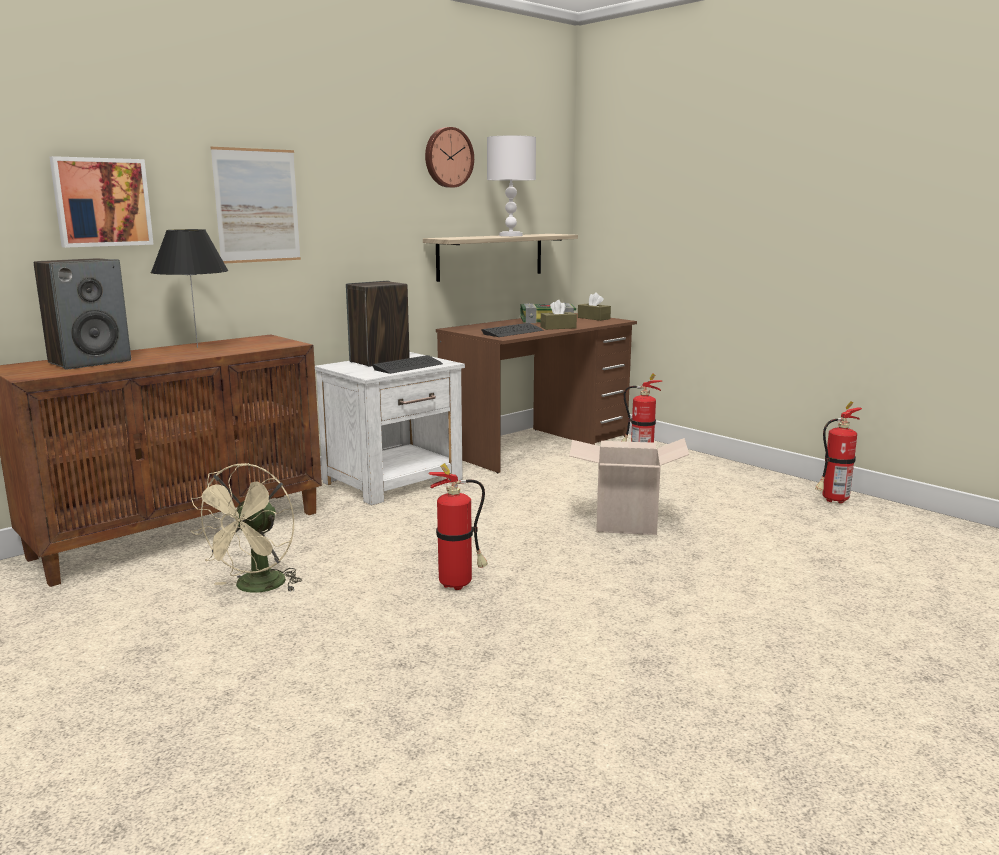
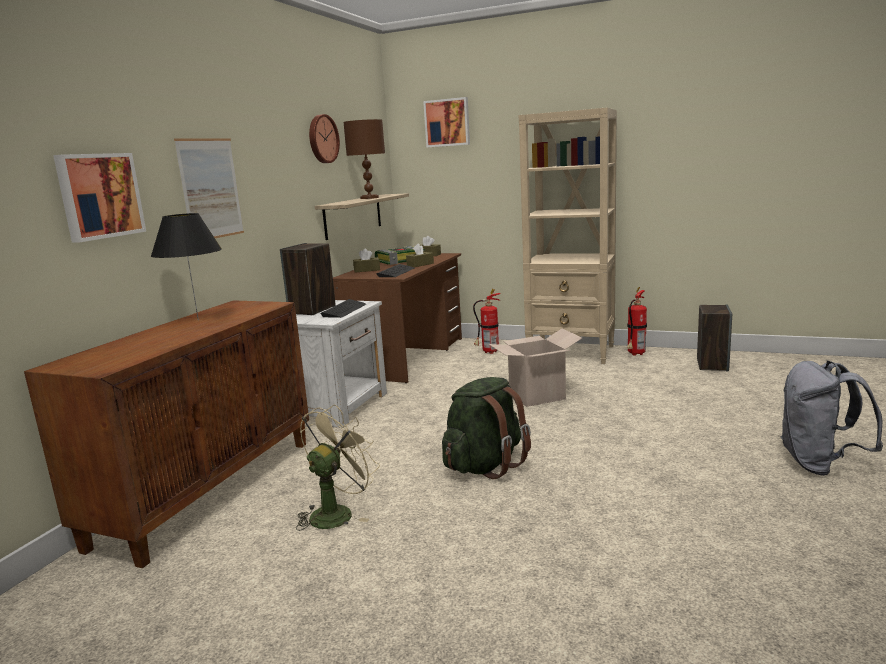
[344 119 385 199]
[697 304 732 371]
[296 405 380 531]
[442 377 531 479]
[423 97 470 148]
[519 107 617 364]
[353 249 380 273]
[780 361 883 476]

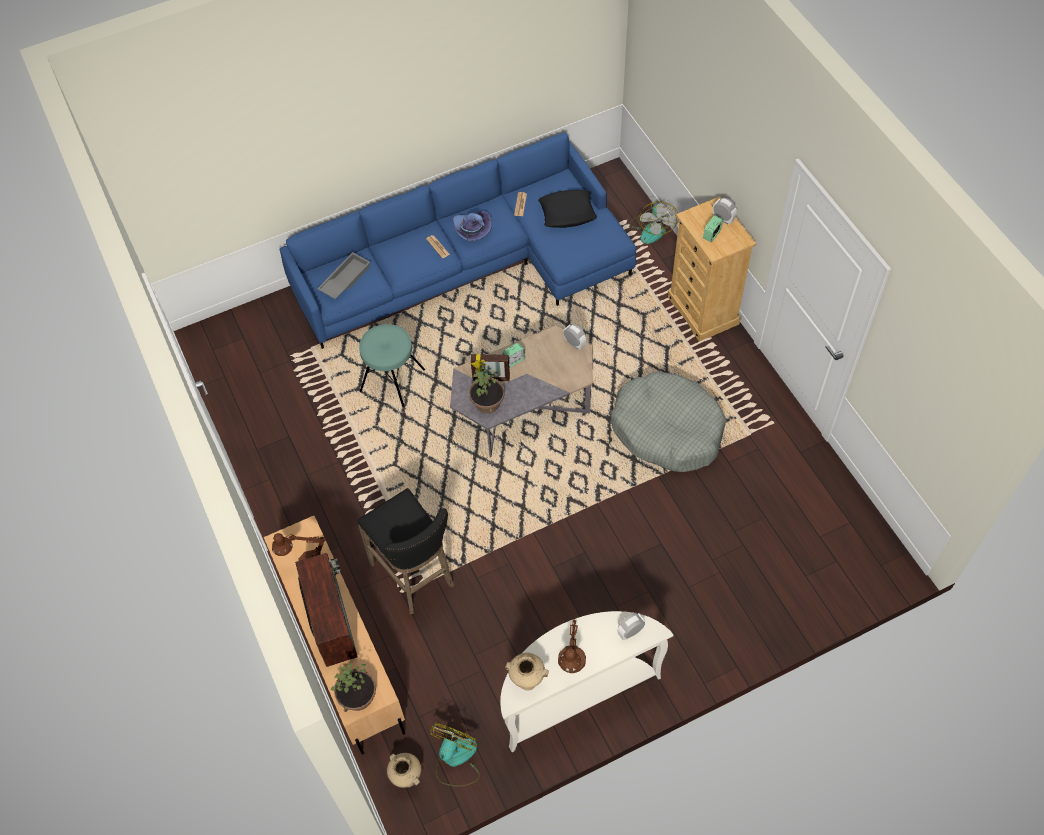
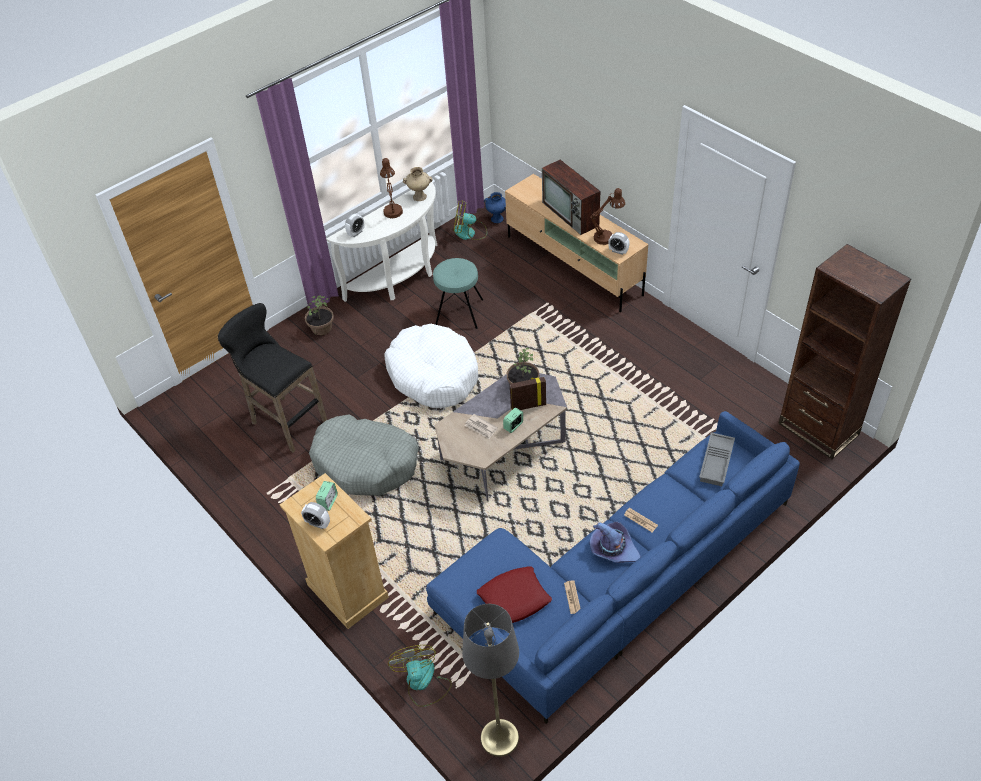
[477 566 552 623]
[433 258 483 329]
[608 232 630 255]
[218 303 327 452]
[305 296 334 335]
[453 201 487 240]
[484 192 506 223]
[778 244 911 459]
[384 324 478 408]
[465 414 498 439]
[462 604 519 757]

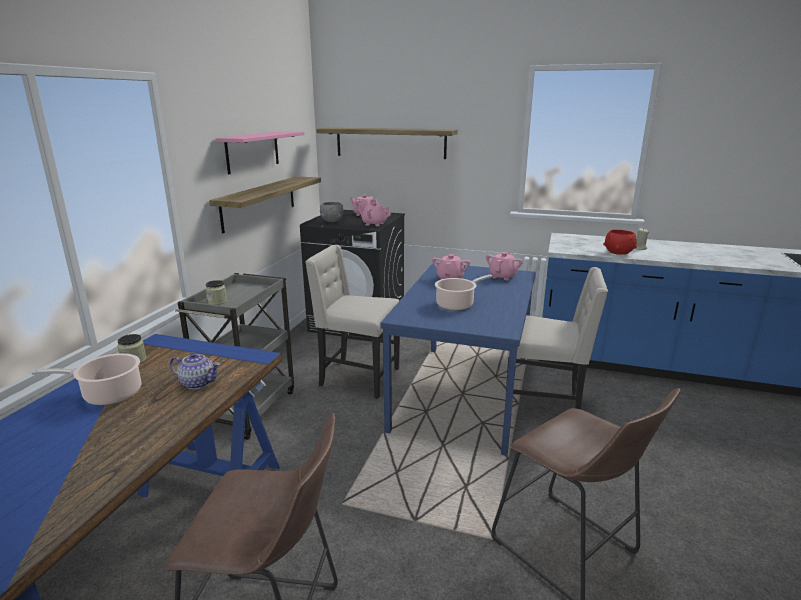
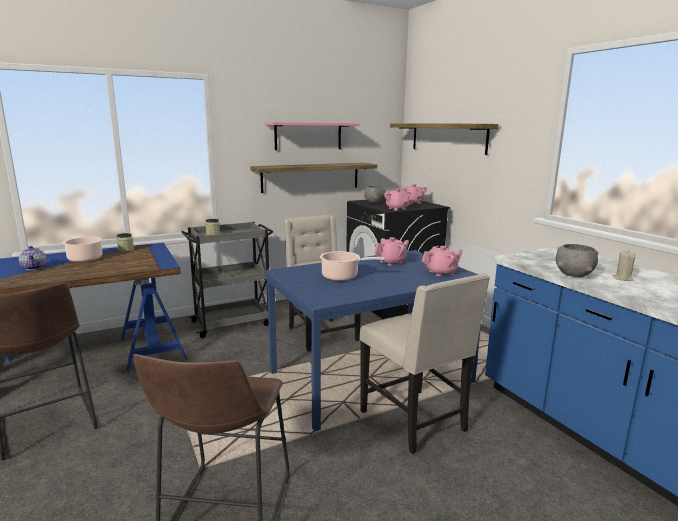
[556 244 598 277]
[19 246 47 270]

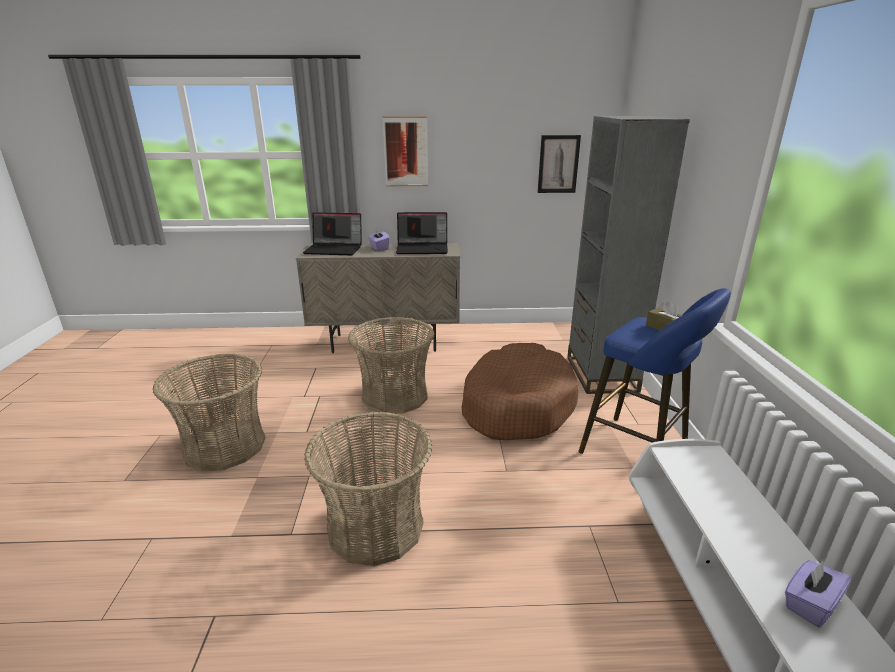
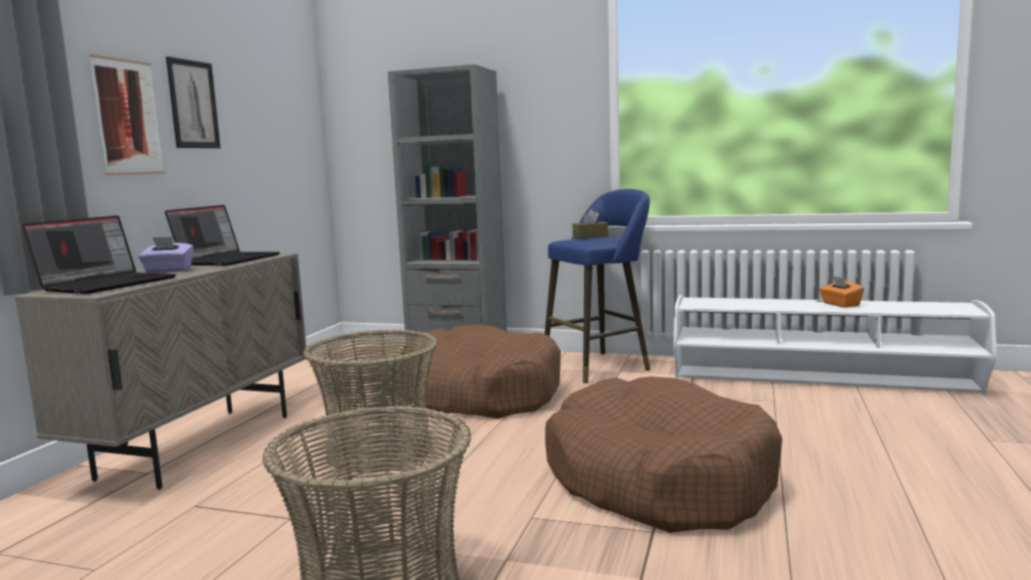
[166 57 221 148]
[545 376 782 533]
[820 276 864 308]

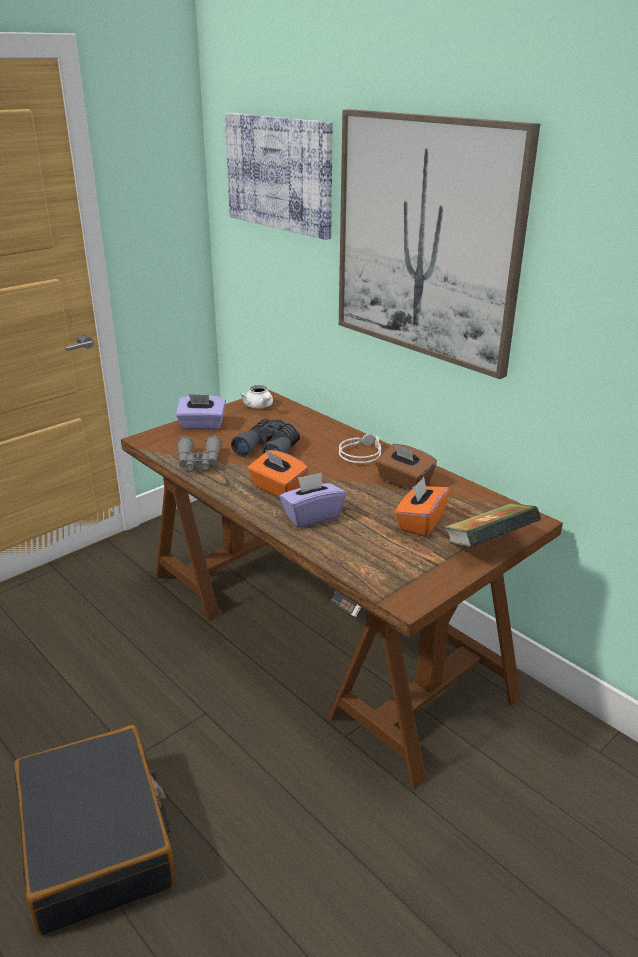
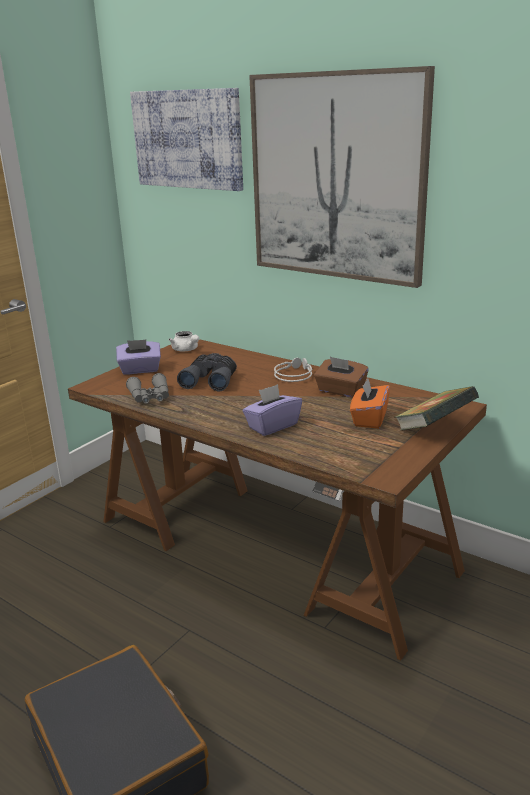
[248 450 309 498] (first image)

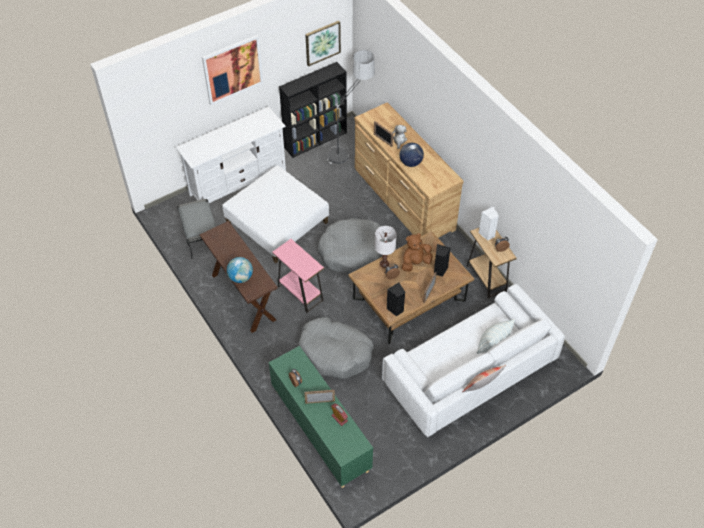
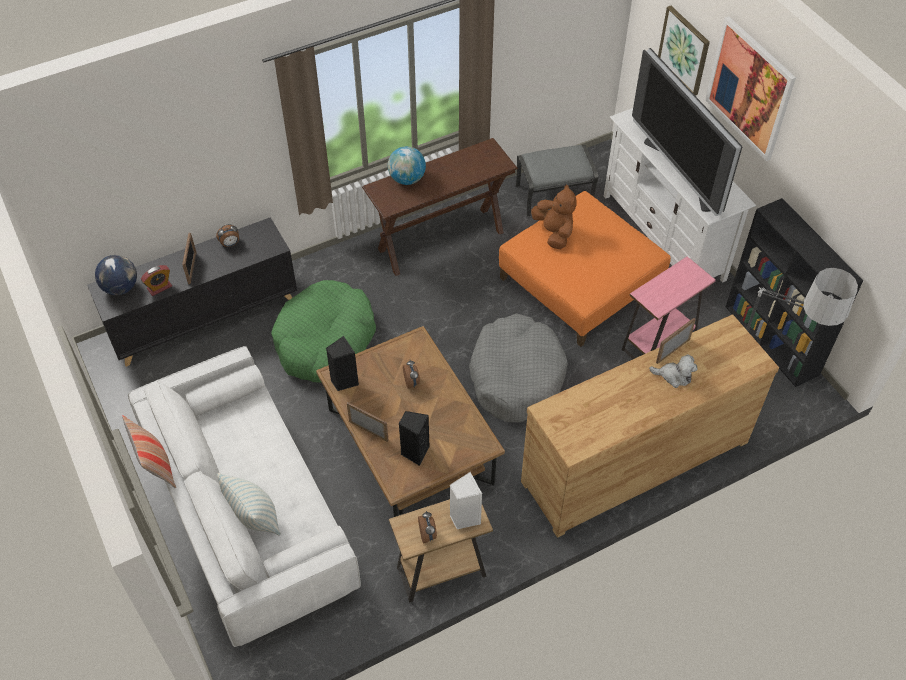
[658 6 710 96]
[95 255 137 295]
[499 191 671 347]
[375 226 397 268] (first image)
[531 184 576 249]
[622 256 716 359]
[271 280 376 383]
[87 217 297 367]
[632 48 743 216]

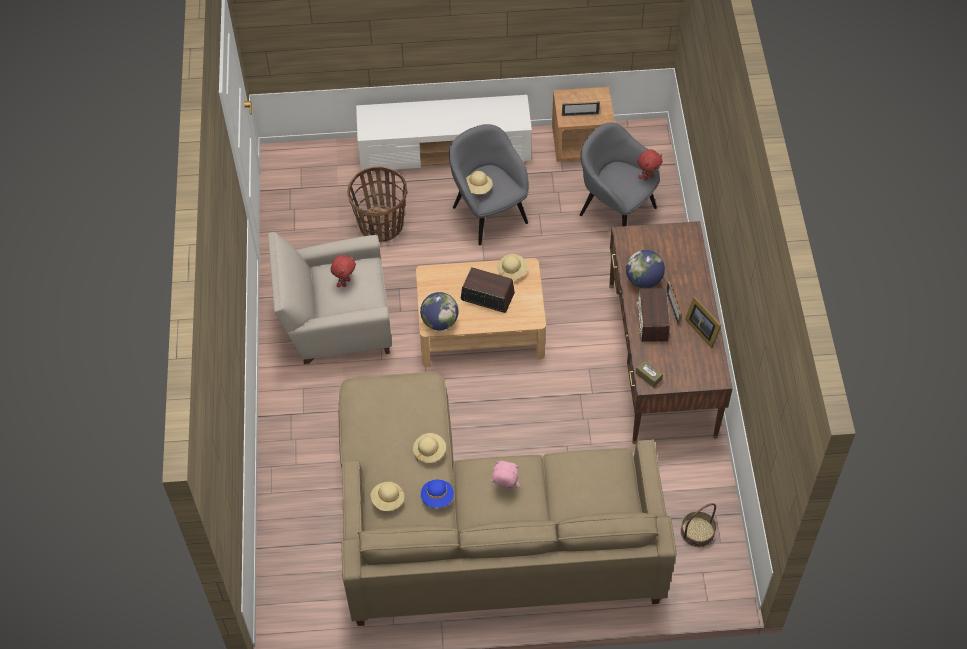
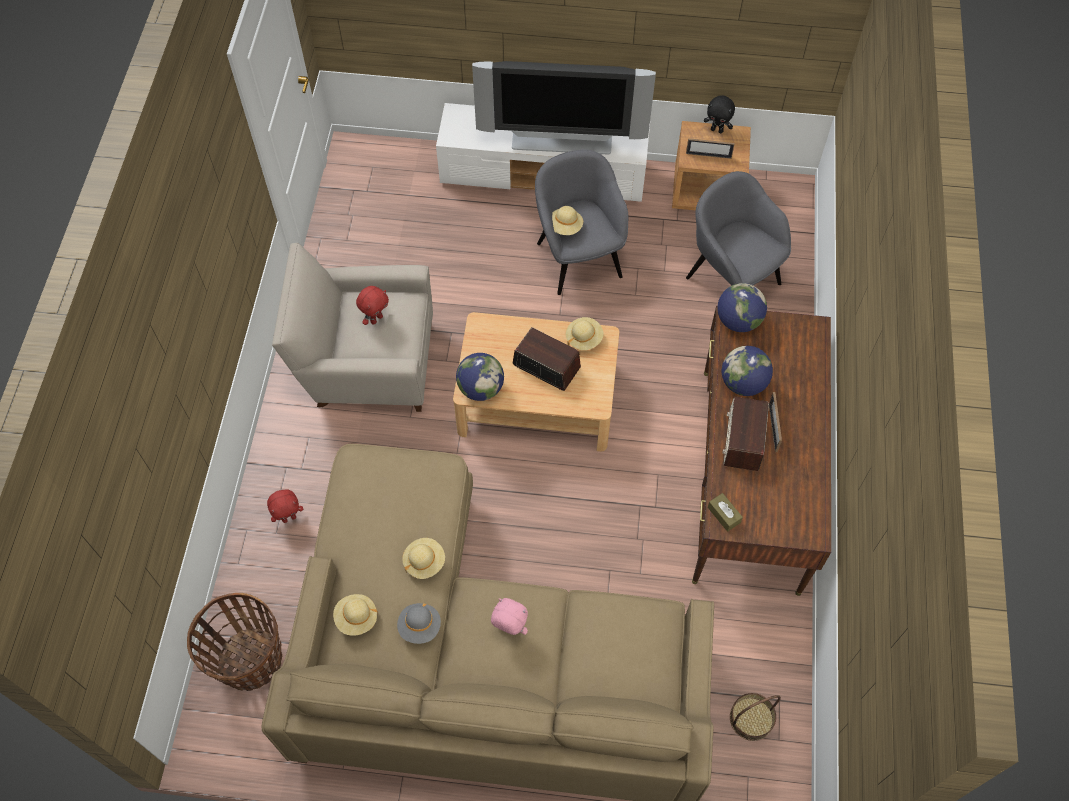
[267 489 303 523]
[187 593 282 691]
[685 296 722 348] (first image)
[397 603 441 644]
[472 61 656 154]
[704 96 735 133]
[717 283 767 332]

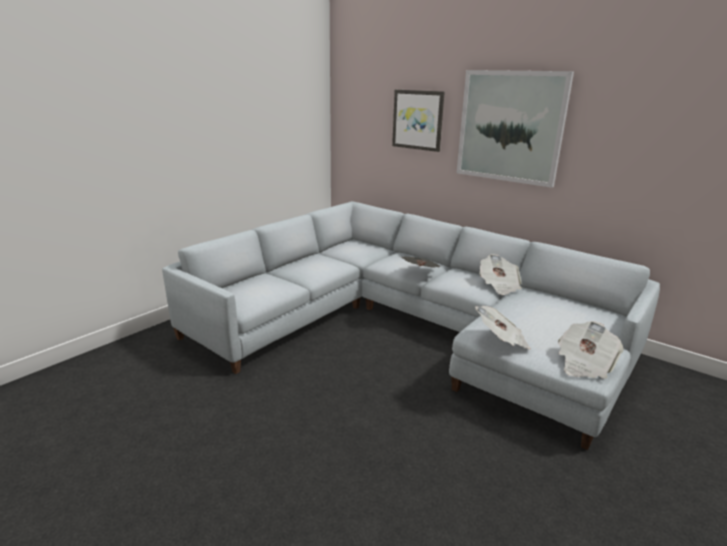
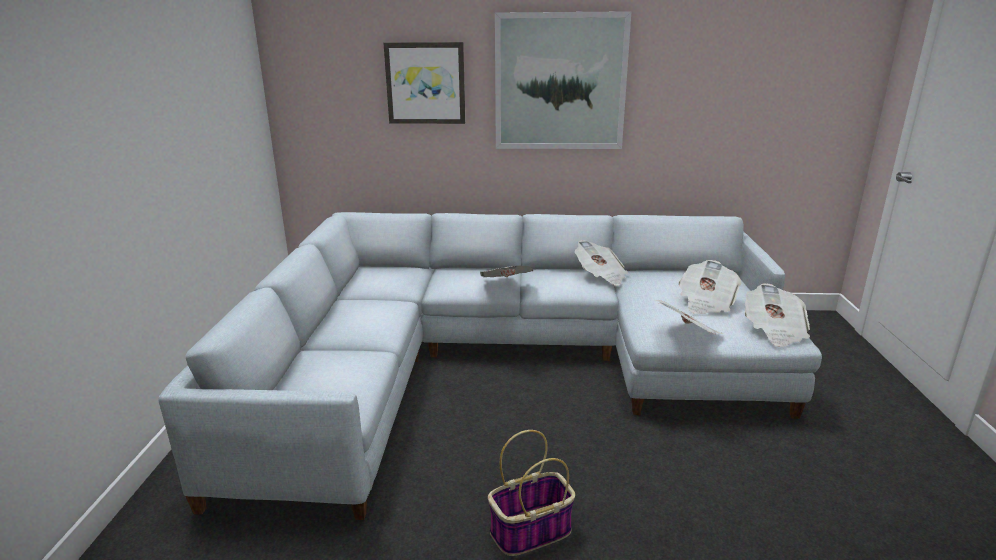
[678 260 742 314]
[488 430 575 556]

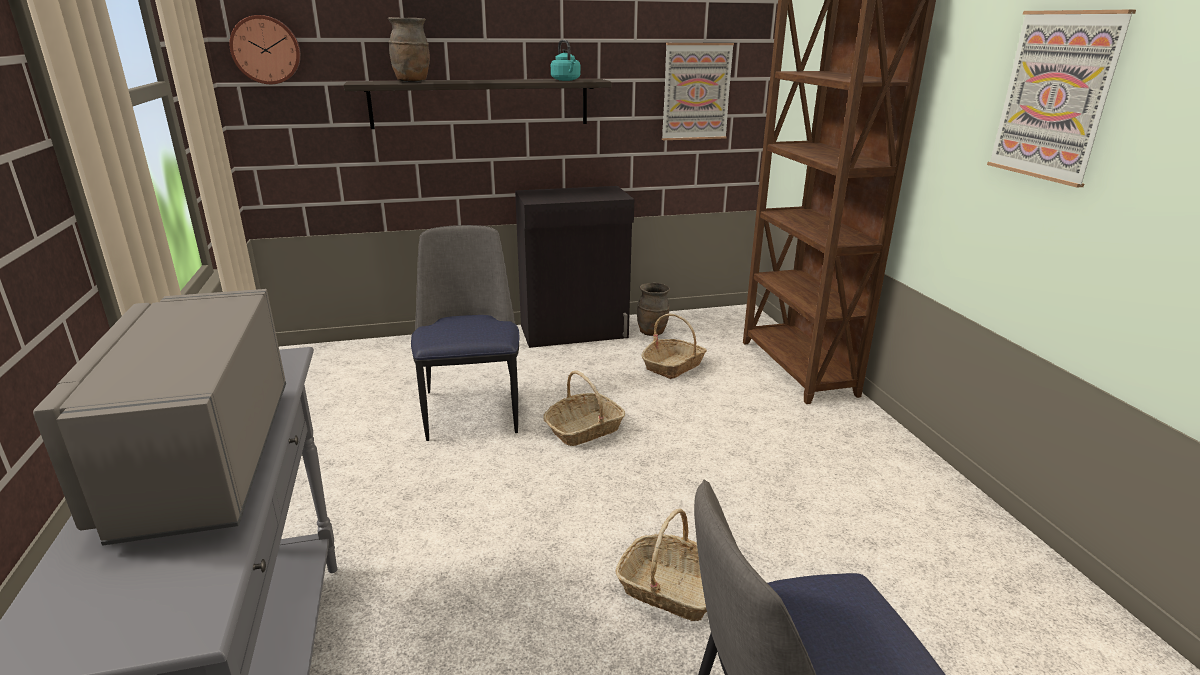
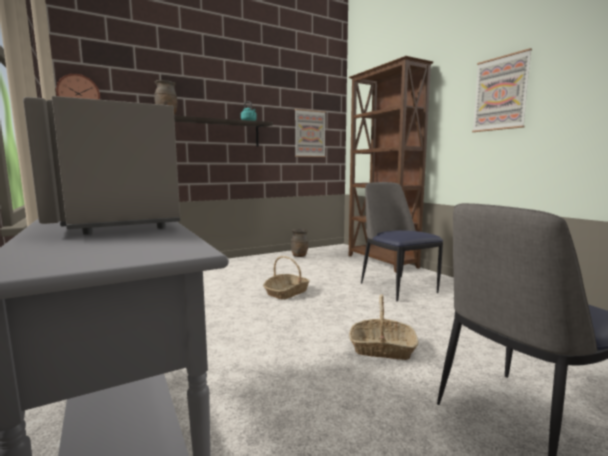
[515 186 634 348] (first image)
[361 182 443 301]
[641 314 707 379] (first image)

